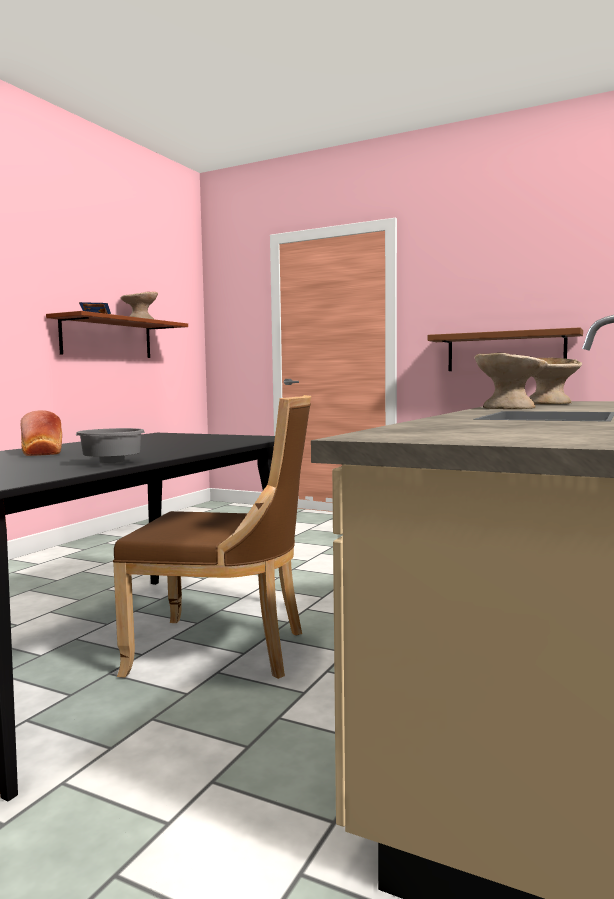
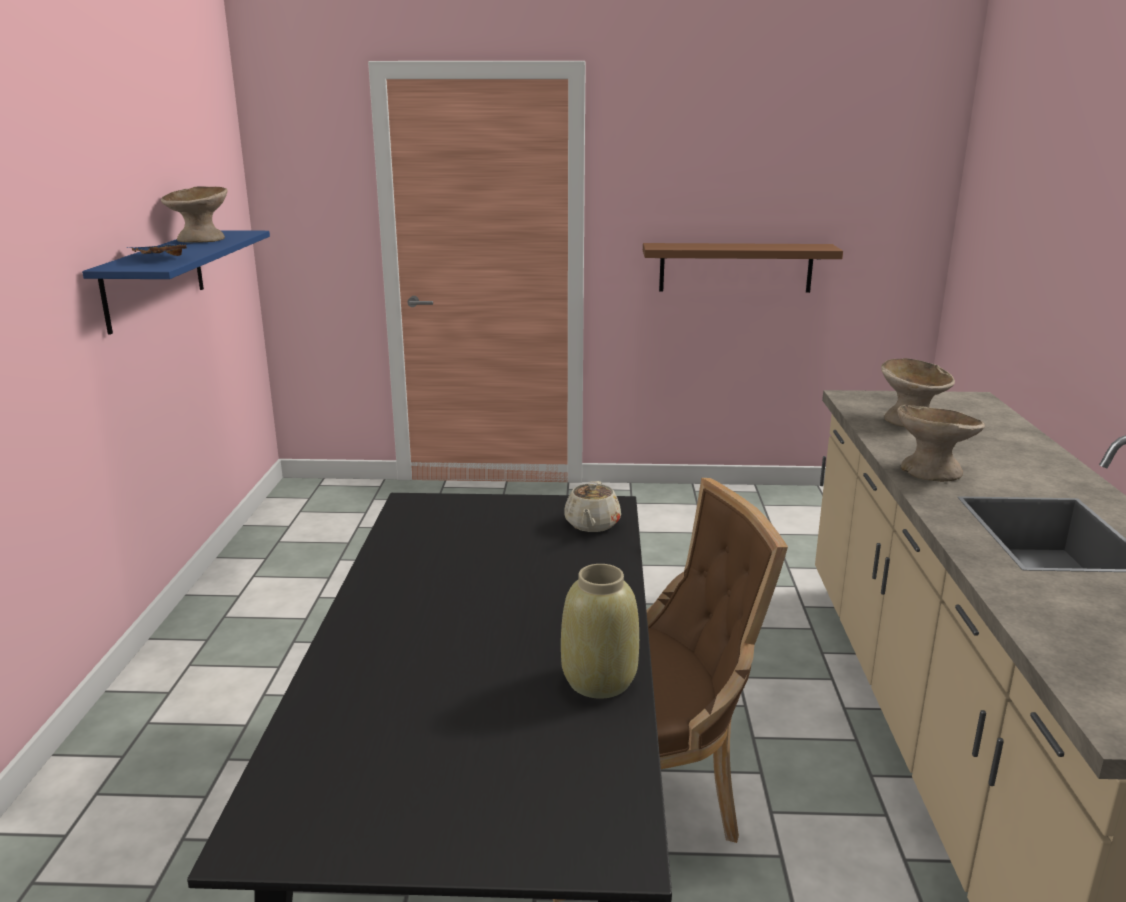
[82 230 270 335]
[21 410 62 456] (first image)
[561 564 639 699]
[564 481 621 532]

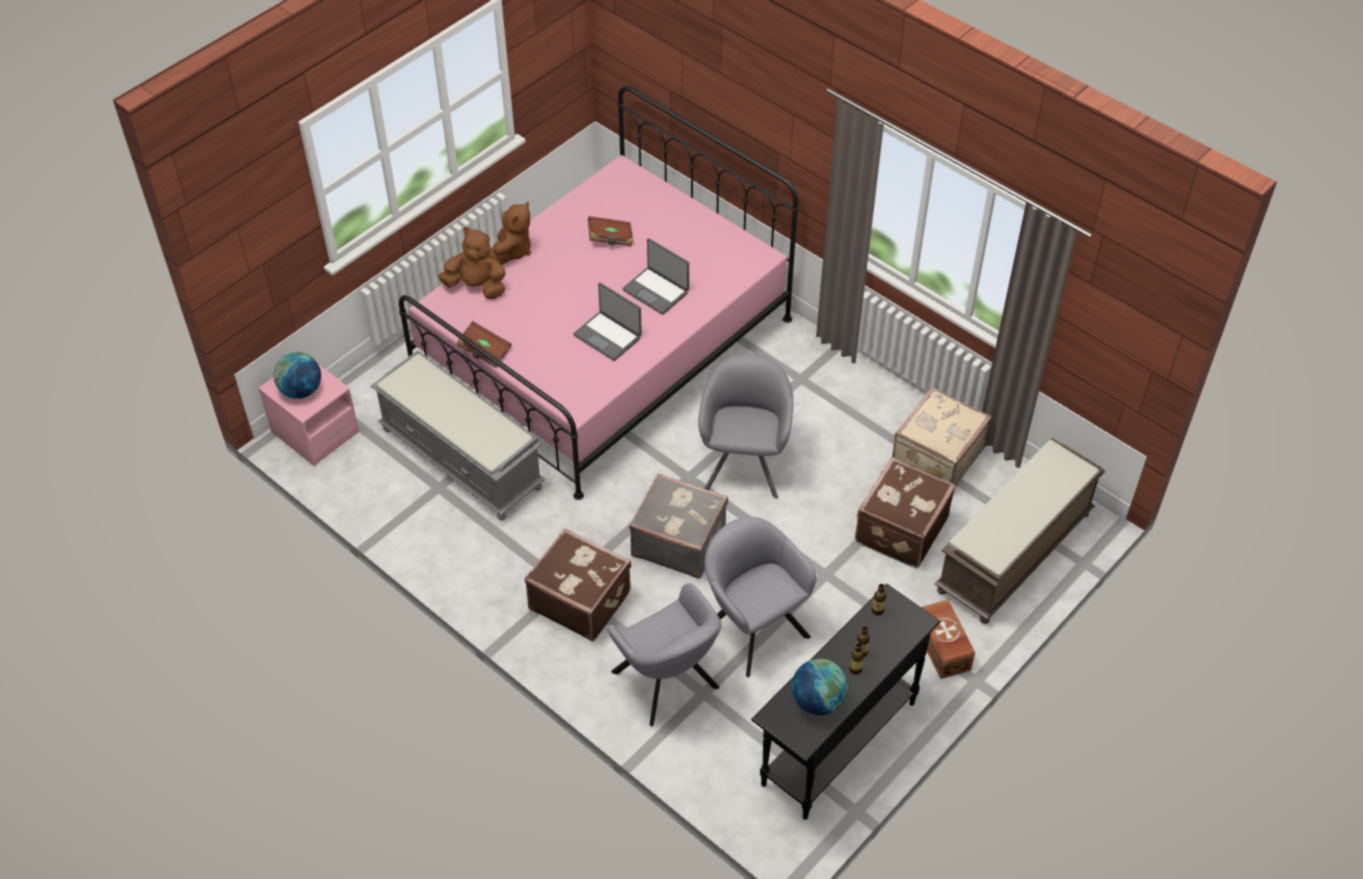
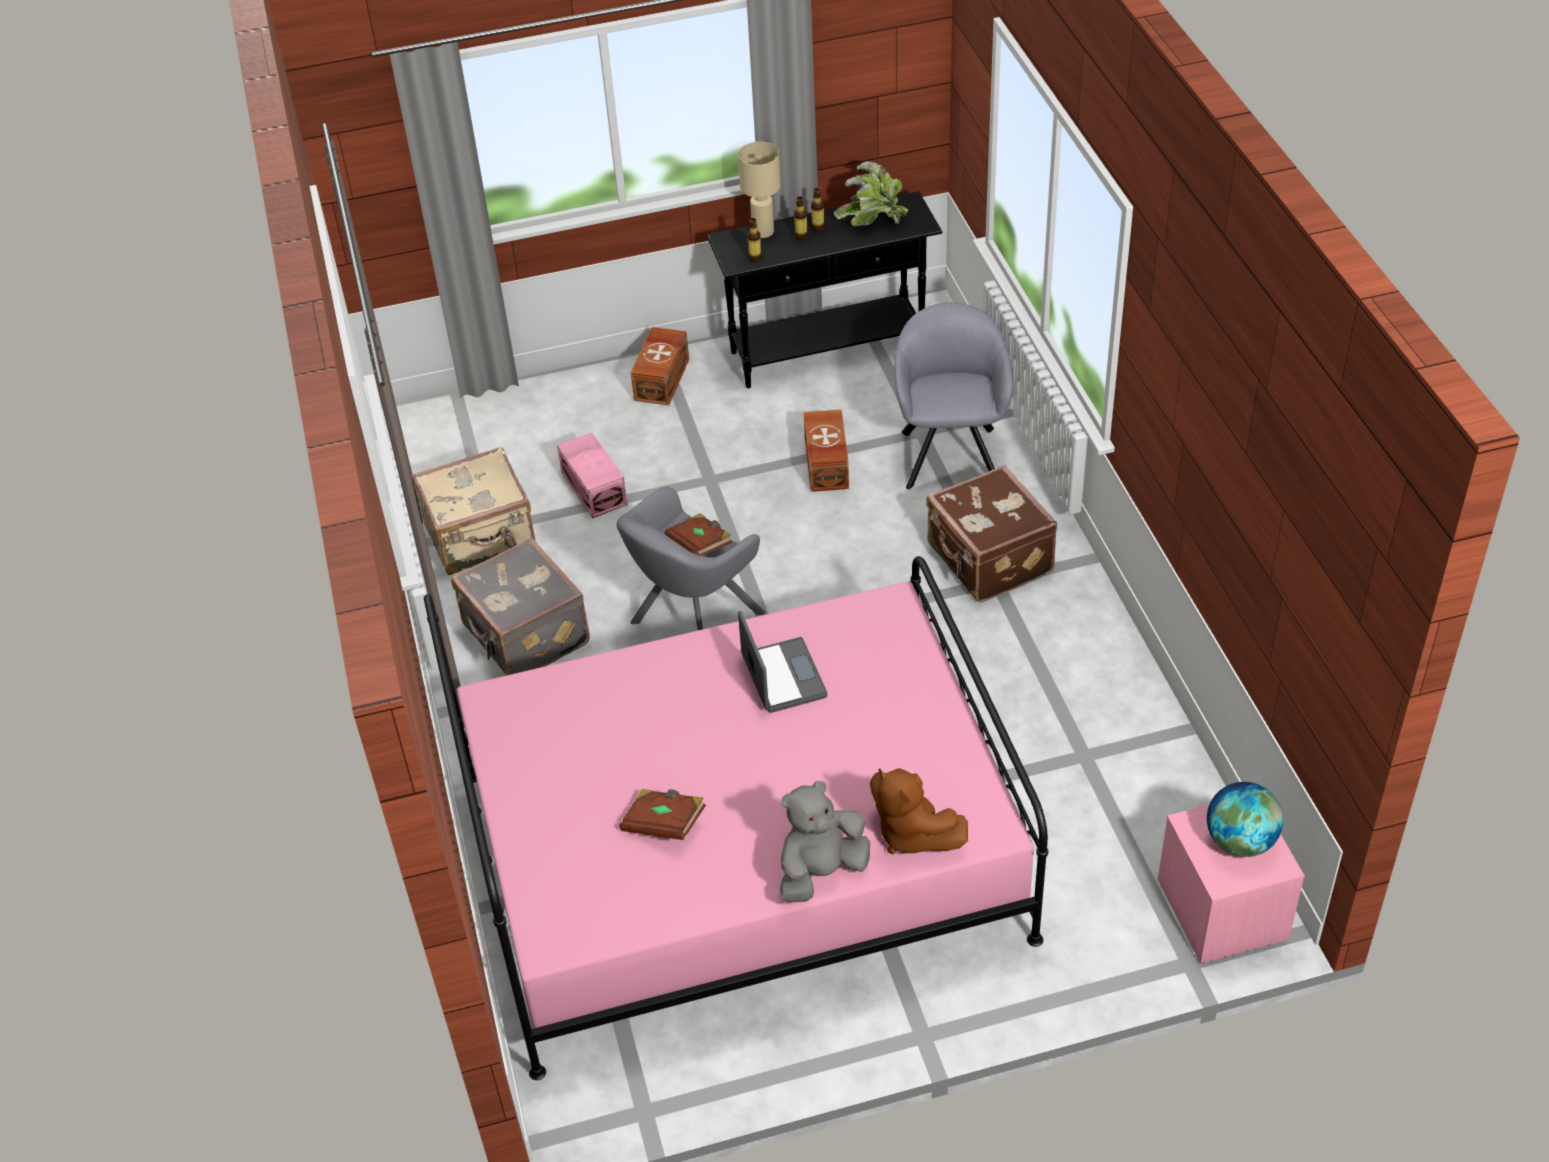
[780 781 870 903]
[622 238 689 315] (first image)
[664 513 732 556]
[371 350 545 520] (first image)
[935 438 1105 624] (first image)
[557 432 628 519]
[451 538 590 675]
[804 409 849 492]
[834 161 908 226]
[738 142 781 238]

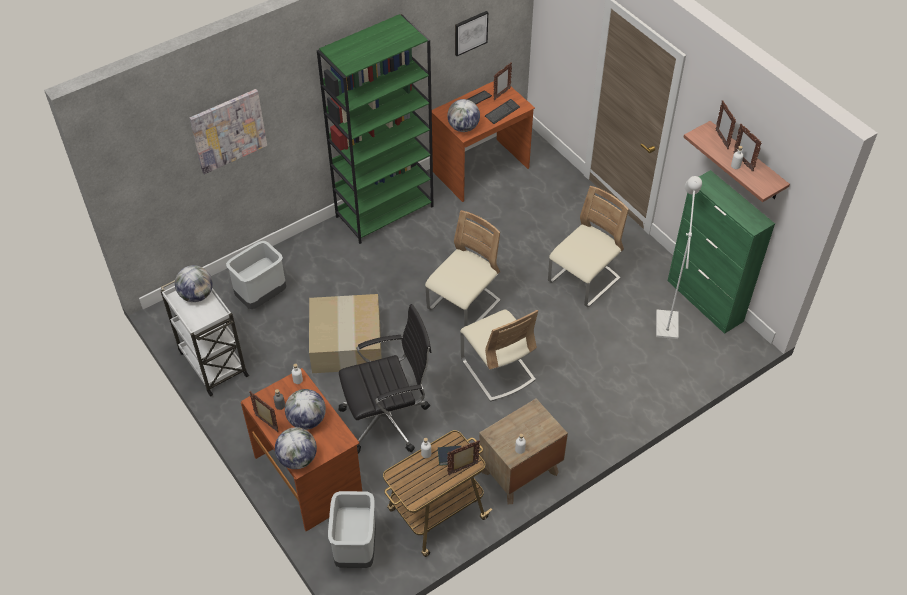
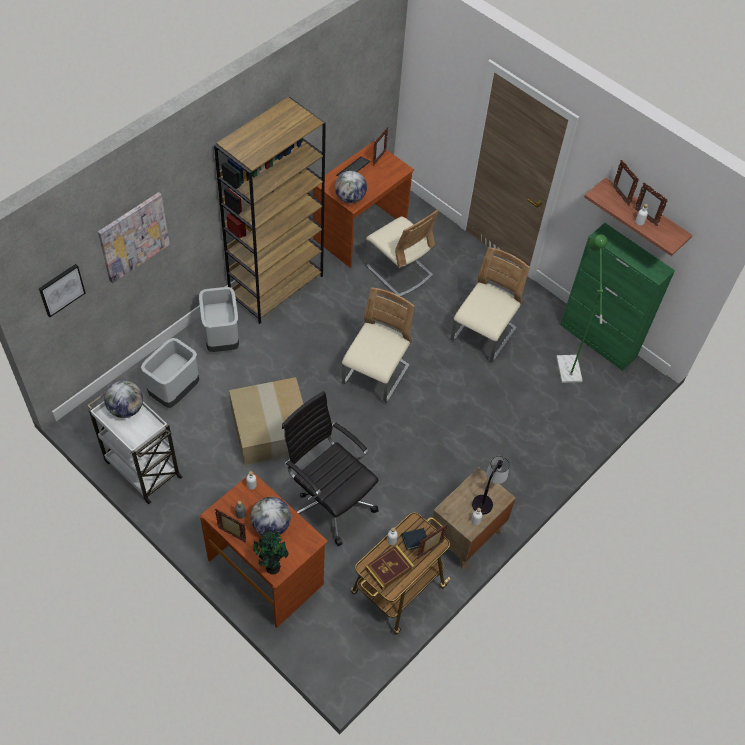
[39 264 85 317]
[214 97 326 324]
[485 99 520 124] (first image)
[556 234 608 383]
[282 391 379 546]
[366 209 439 296]
[253 529 289 575]
[199 287 239 352]
[472 456 510 514]
[365 545 414 590]

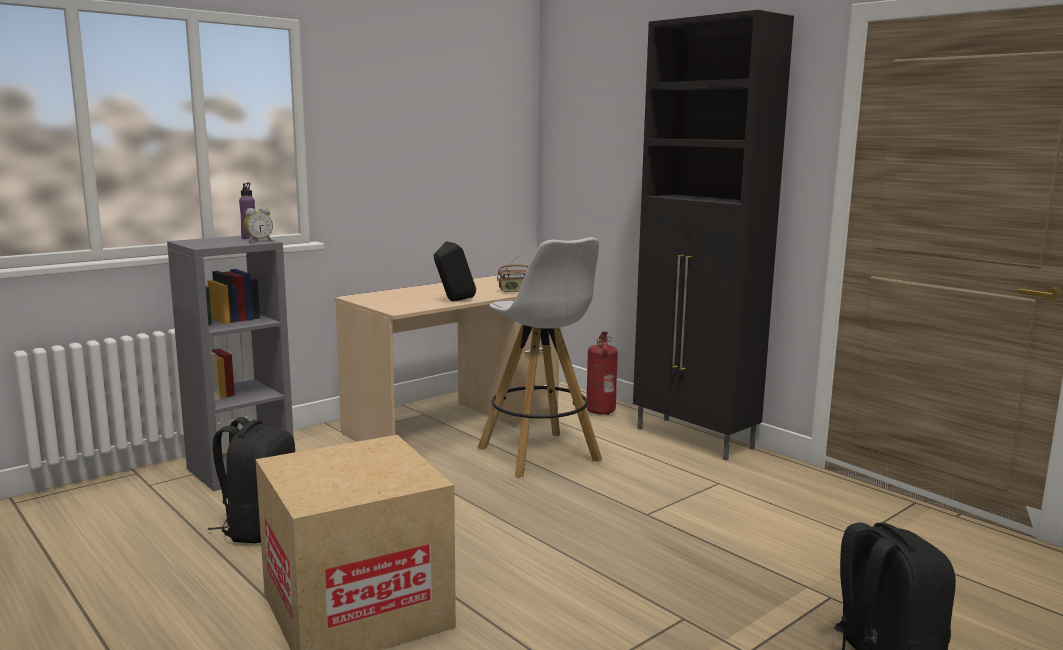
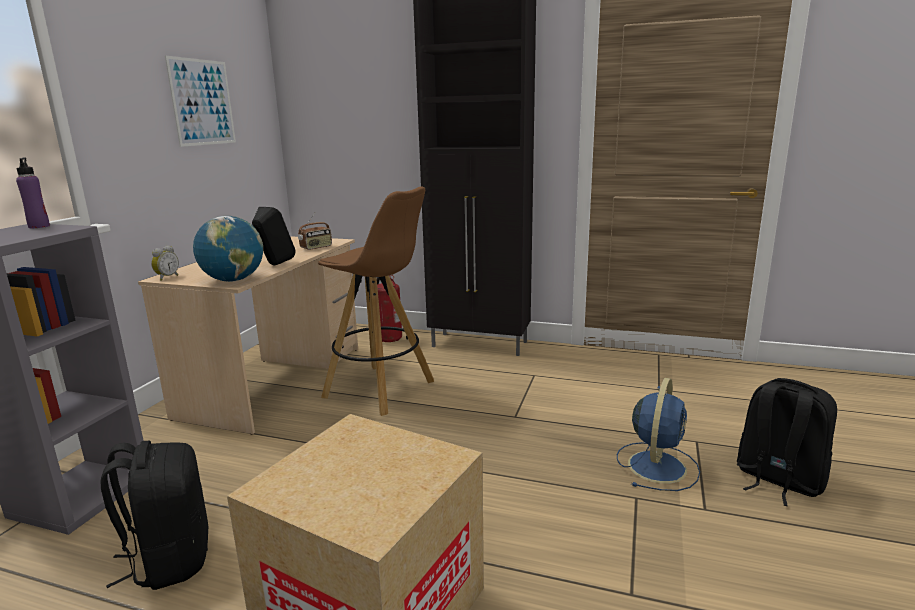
[151 245 179 281]
[318 186 434 416]
[165 55 236 147]
[193 216 263 282]
[617 378 700 491]

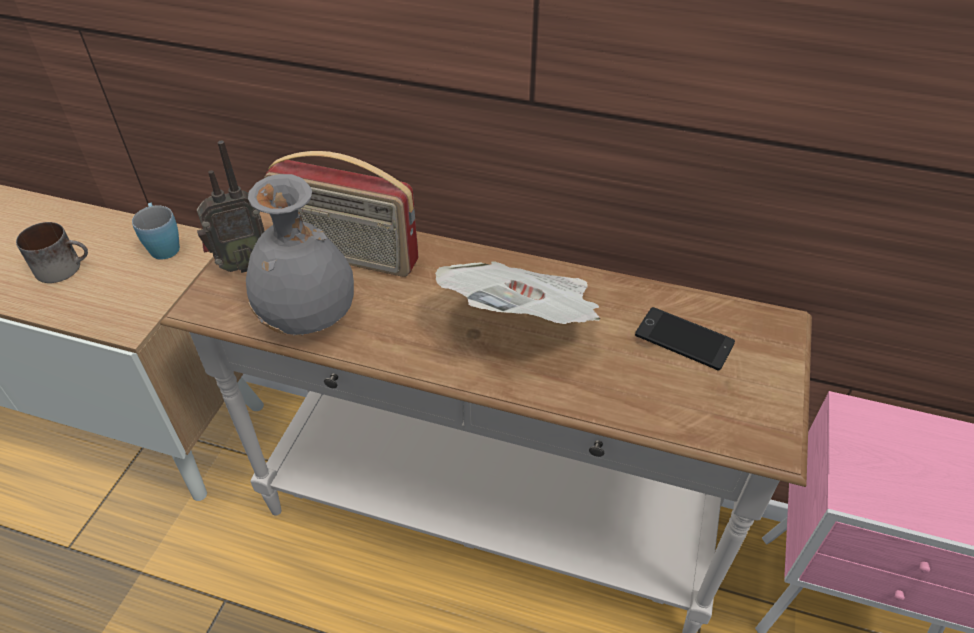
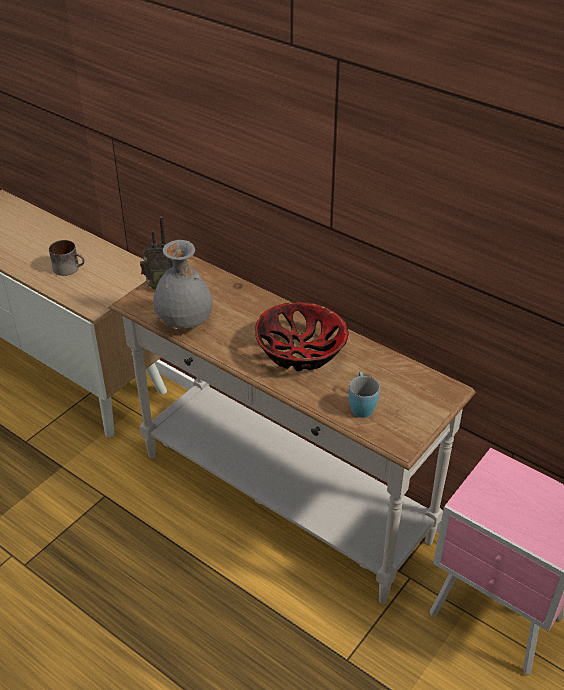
[264 151 418 277] (first image)
[349 372 380 418]
[255 302 349 371]
[635 307 735 371] (first image)

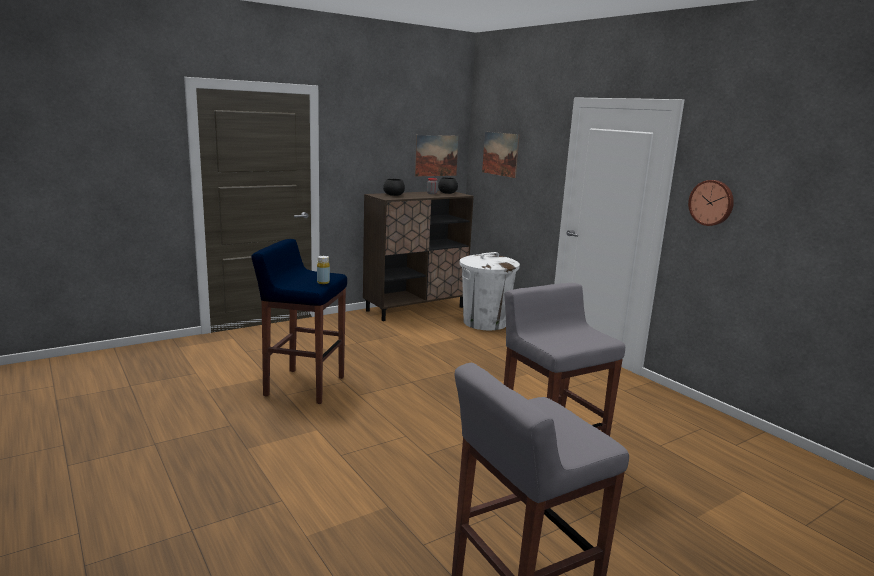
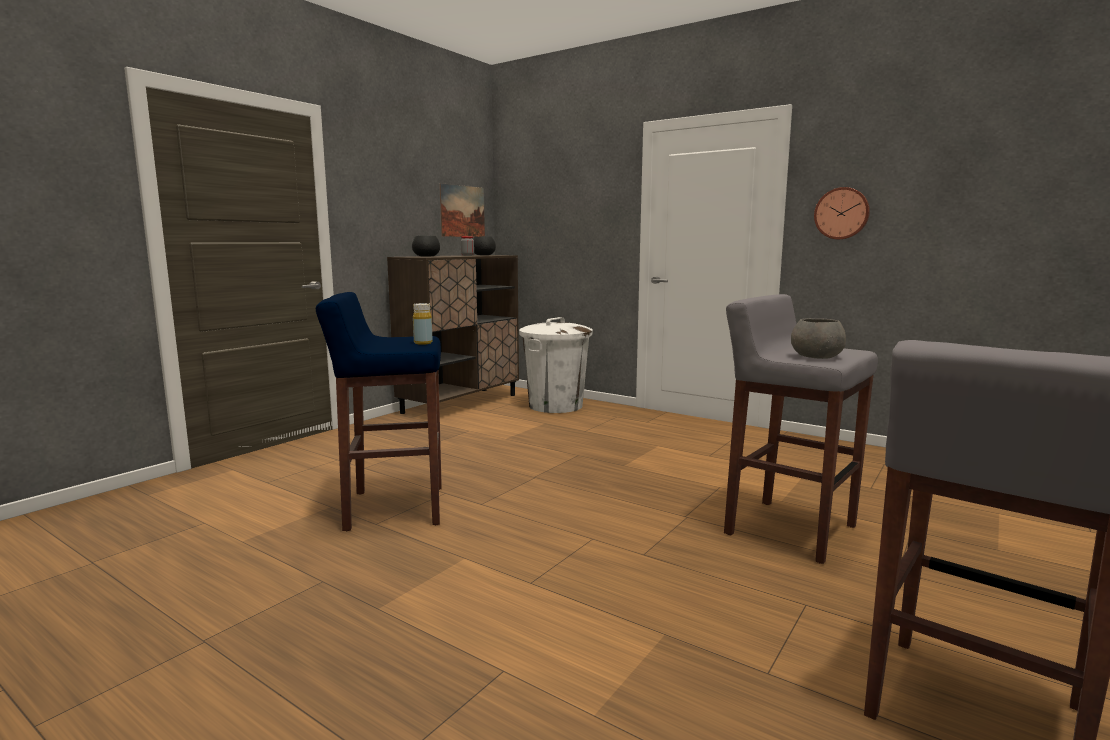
[482 131 519 178] (first image)
[791 318 846 359]

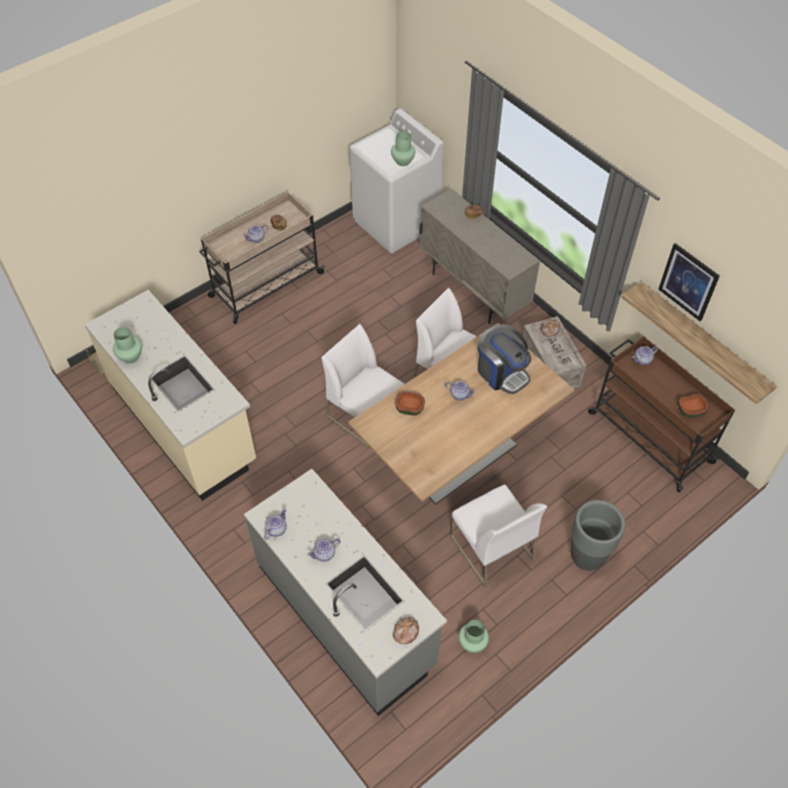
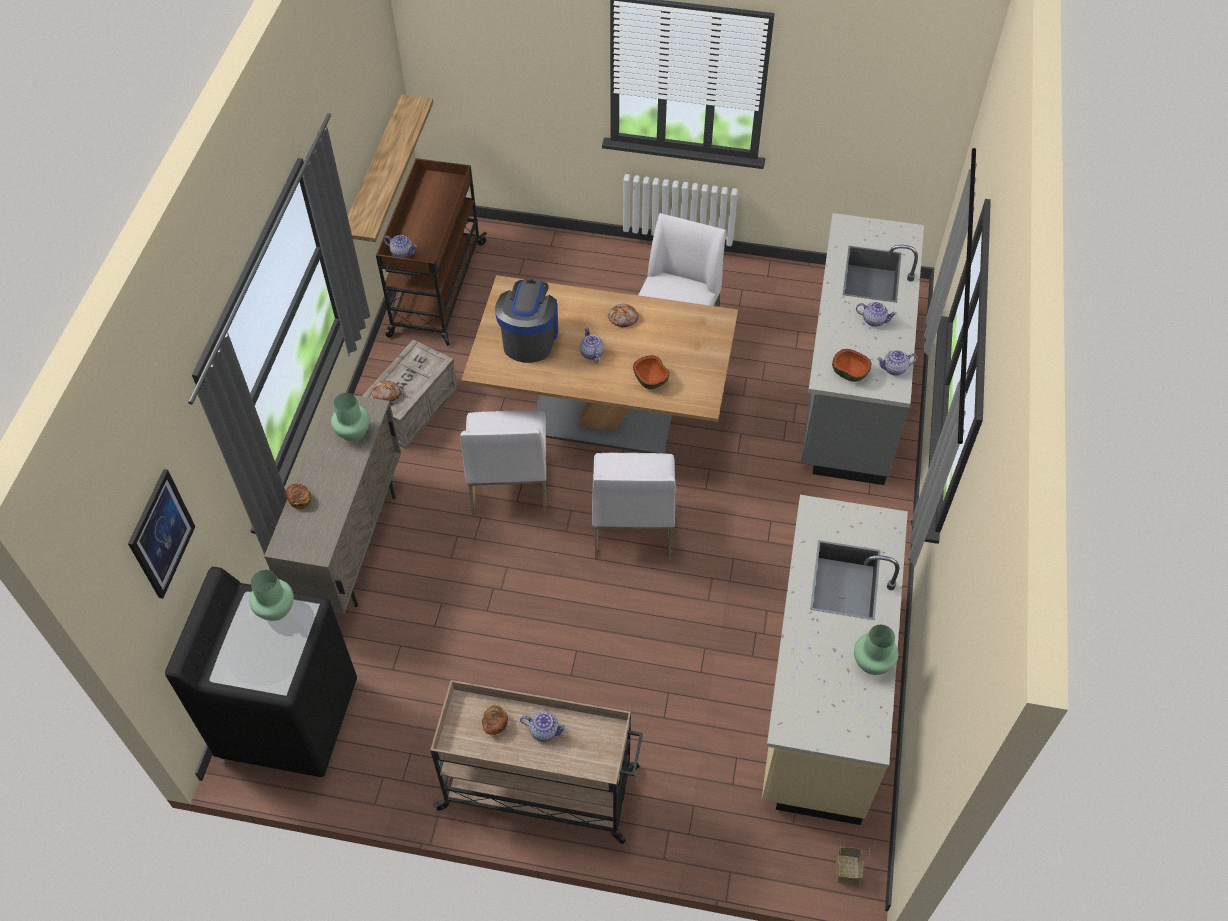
[165 567 357 777]
[128 469 195 599]
[832 349 872 382]
[570 500 625 571] (first image)
[608 304 639 327]
[331 393 370 441]

